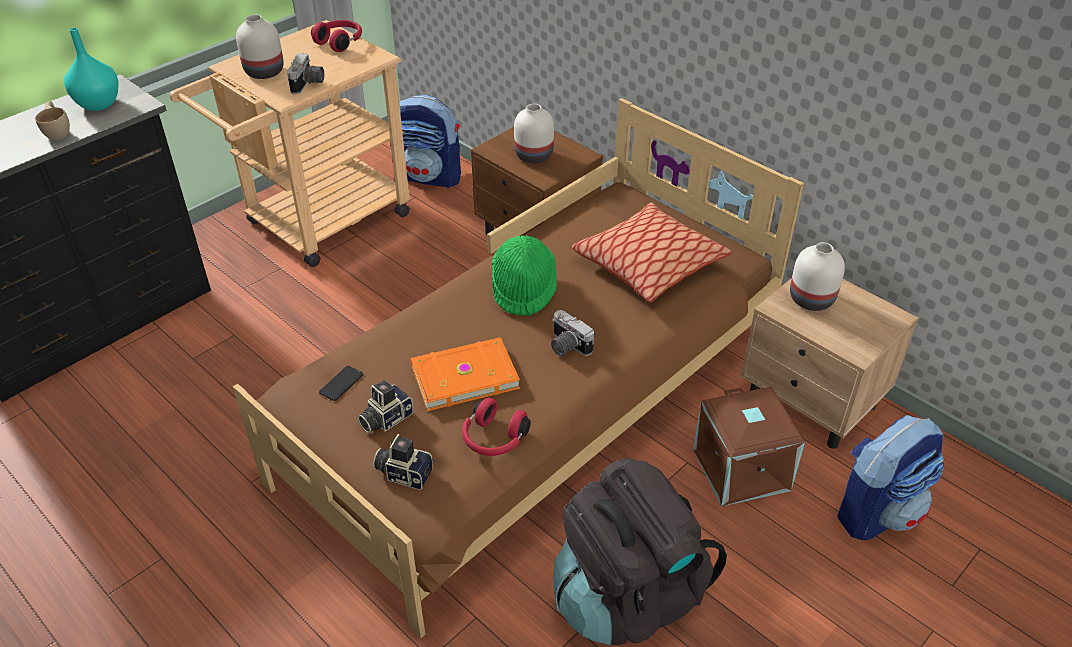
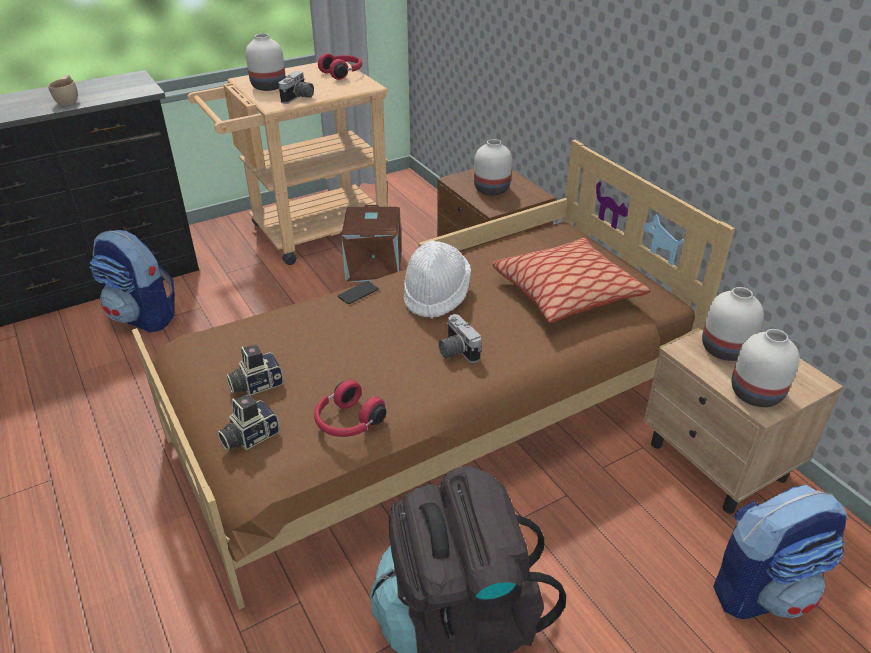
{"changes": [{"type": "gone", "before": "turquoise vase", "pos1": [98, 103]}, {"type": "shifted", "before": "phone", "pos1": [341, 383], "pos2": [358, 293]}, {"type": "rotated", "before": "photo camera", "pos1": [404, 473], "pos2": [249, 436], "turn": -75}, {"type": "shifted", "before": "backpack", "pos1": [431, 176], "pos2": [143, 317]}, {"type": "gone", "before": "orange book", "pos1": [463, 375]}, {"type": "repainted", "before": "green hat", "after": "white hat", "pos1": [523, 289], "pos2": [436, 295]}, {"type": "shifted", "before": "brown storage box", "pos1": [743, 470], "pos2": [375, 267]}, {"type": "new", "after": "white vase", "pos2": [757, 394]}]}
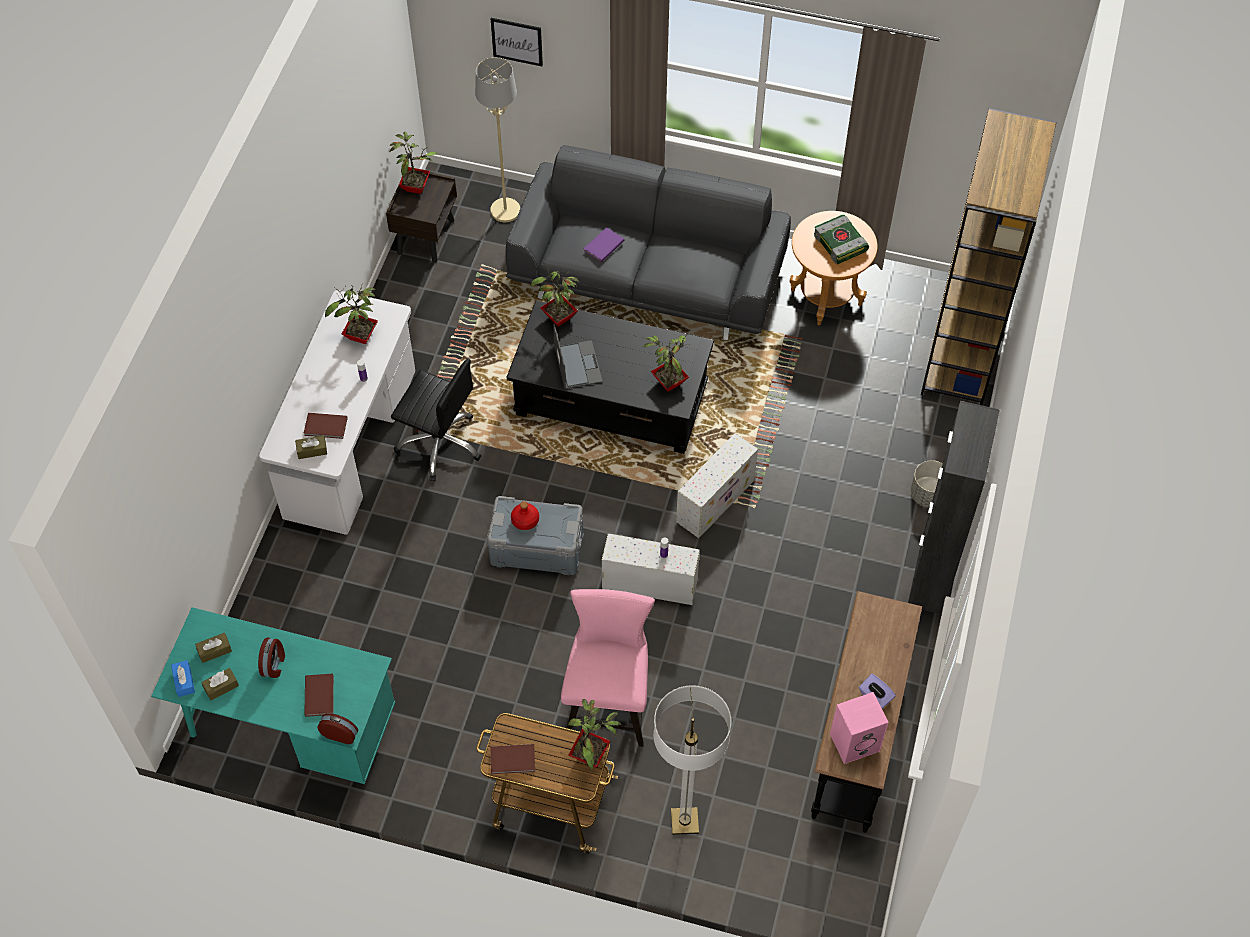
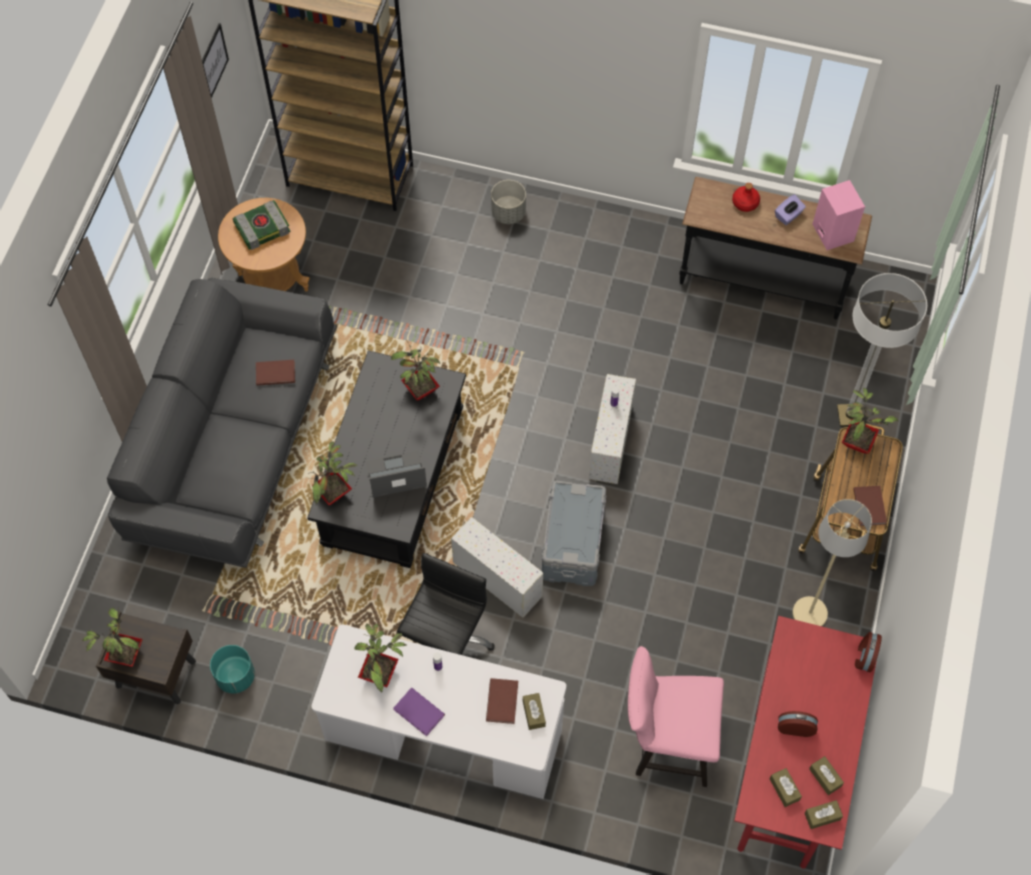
{"changes": [{"type": "repainted", "before": "turquoise desk", "after": "red desk", "pos1": [291, 730], "pos2": [790, 766]}, {"type": "repainted", "before": "blue tissue box", "after": "brown tissue box", "pos1": [184, 681], "pos2": [822, 816]}, {"type": "shifted", "before": "brown book", "pos1": [320, 695], "pos2": [275, 373]}, {"type": "shifted", "before": "beige floor lamp", "pos1": [505, 210], "pos2": [809, 613]}, {"type": "shifted", "before": "picture", "pos1": [517, 41], "pos2": [213, 61]}, {"type": "shifted", "before": "red bottle", "pos1": [525, 520], "pos2": [745, 203]}, {"type": "shifted", "before": "pink chair", "pos1": [608, 704], "pos2": [666, 743]}, {"type": "shifted", "before": "purple book", "pos1": [602, 246], "pos2": [418, 713]}, {"type": "shifted", "before": "white storage box", "pos1": [716, 499], "pos2": [496, 578]}, {"type": "gone", "before": "black cabinet", "pos1": [932, 576]}, {"type": "new", "after": "turquoise planter", "pos2": [235, 677]}]}
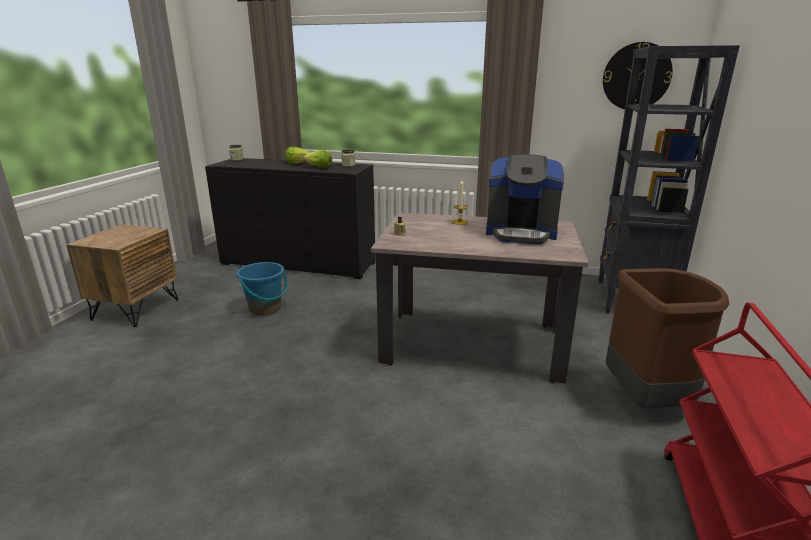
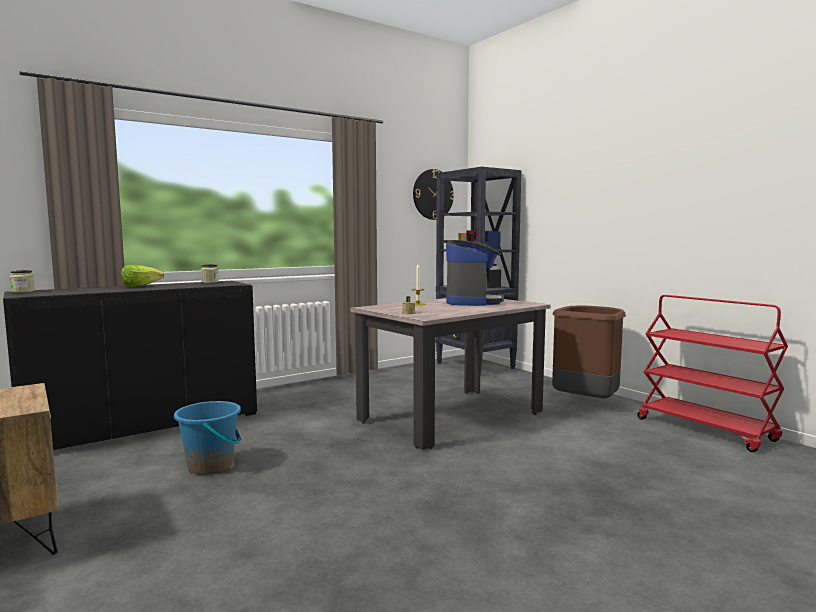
{"changes": [{"type": "gone", "before": "lettuce", "pos1": [318, 167]}, {"type": "rotated", "before": "coffee machine", "pos1": [521, 233], "pos2": [472, 302], "turn": -45}]}
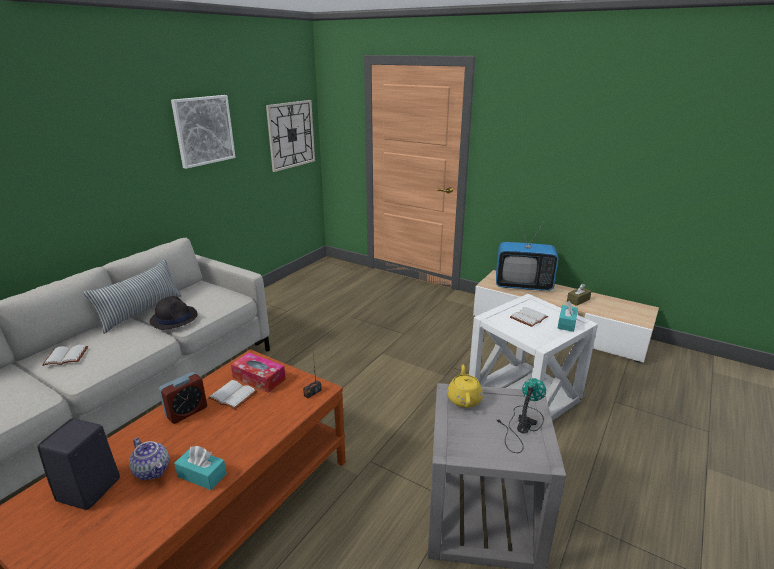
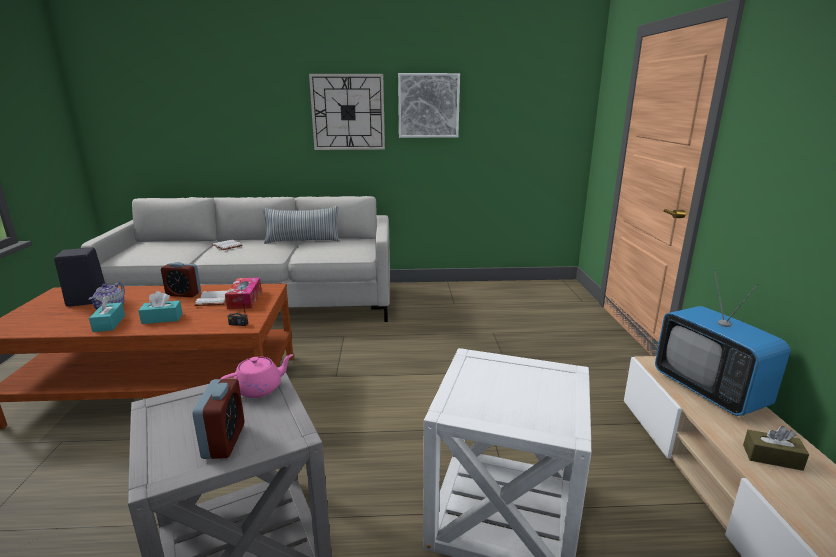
{"changes": [{"type": "gone", "before": "black hat", "pos1": [174, 318]}, {"type": "shifted", "before": "wall clock", "pos1": [291, 135], "pos2": [348, 112]}, {"type": "repainted", "before": "yellow teapot", "after": "pink teapot", "pos1": [464, 399], "pos2": [260, 389]}, {"type": "swapped", "before": "table lamp", "after": "alarm clock", "pos1": [520, 426], "pos2": [224, 441]}, {"type": "gone", "before": "white book", "pos1": [528, 317]}, {"type": "shifted", "before": "turquoise tissue box", "pos1": [566, 323], "pos2": [162, 318]}]}
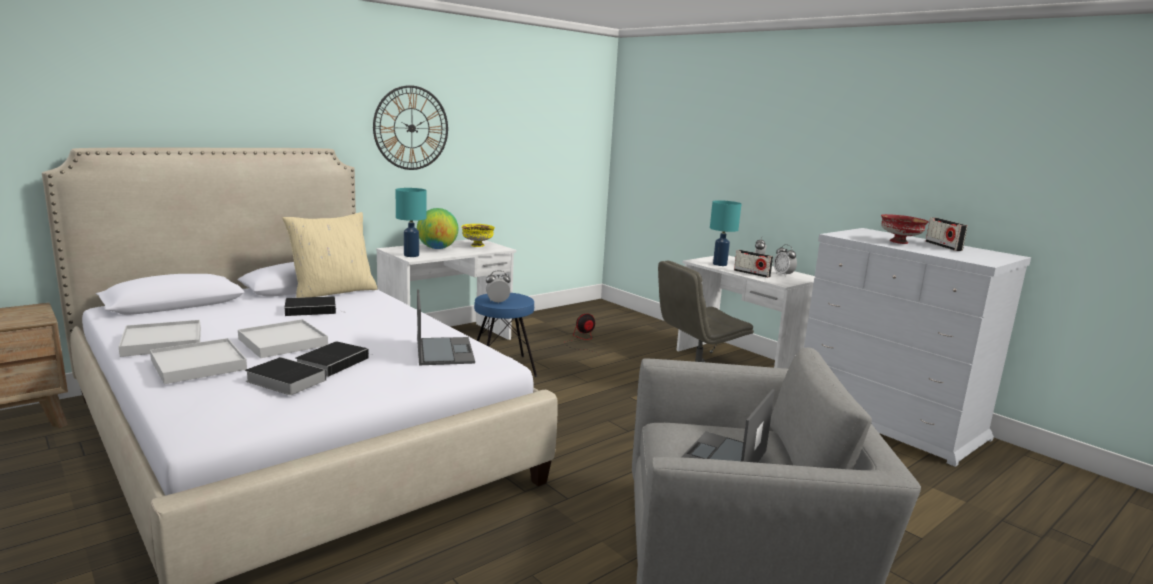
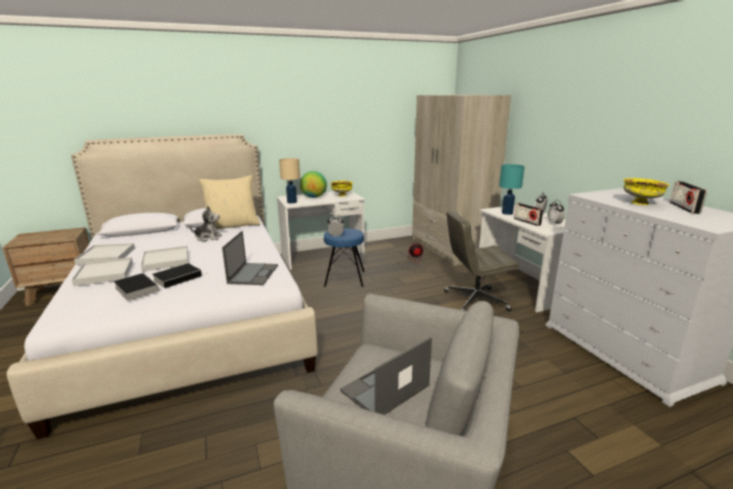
{"changes": [{"type": "swapped", "before": "book", "after": "plush toy", "pos1": [312, 309], "pos2": [208, 238]}, {"type": "gone", "before": "wall clock", "pos1": [411, 128]}, {"type": "repainted", "before": "turquoise table lamp", "after": "beige table lamp", "pos1": [411, 255], "pos2": [292, 202]}, {"type": "repainted", "before": "red bowl", "after": "yellow bowl", "pos1": [900, 242], "pos2": [641, 203]}, {"type": "new", "after": "beige wardrobe", "pos2": [450, 248]}]}
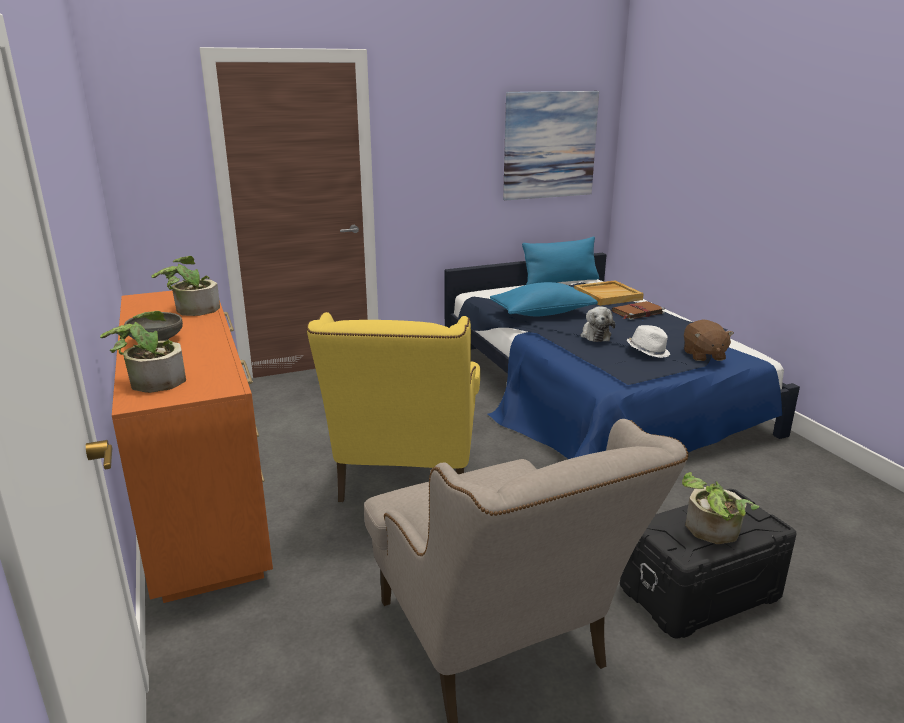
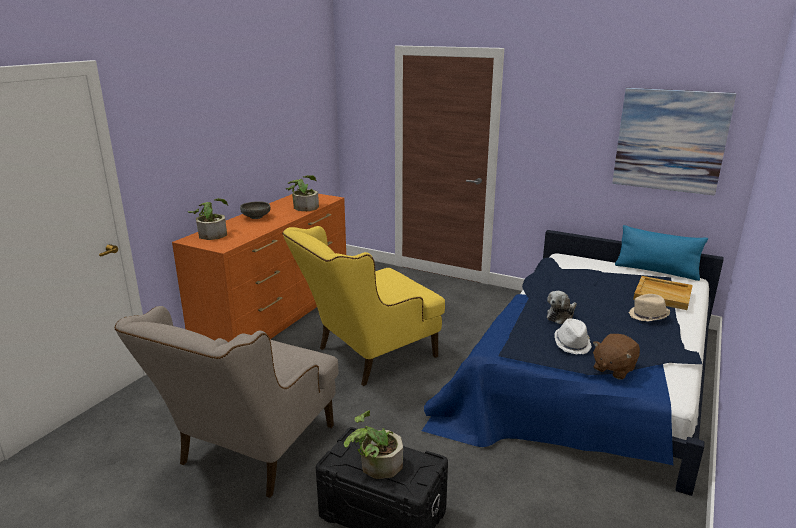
{"changes": [{"type": "gone", "before": "blue pillow", "pos1": [542, 313]}, {"type": "swapped", "before": "brown book", "after": "beige hat", "pos1": [637, 312], "pos2": [648, 316]}]}
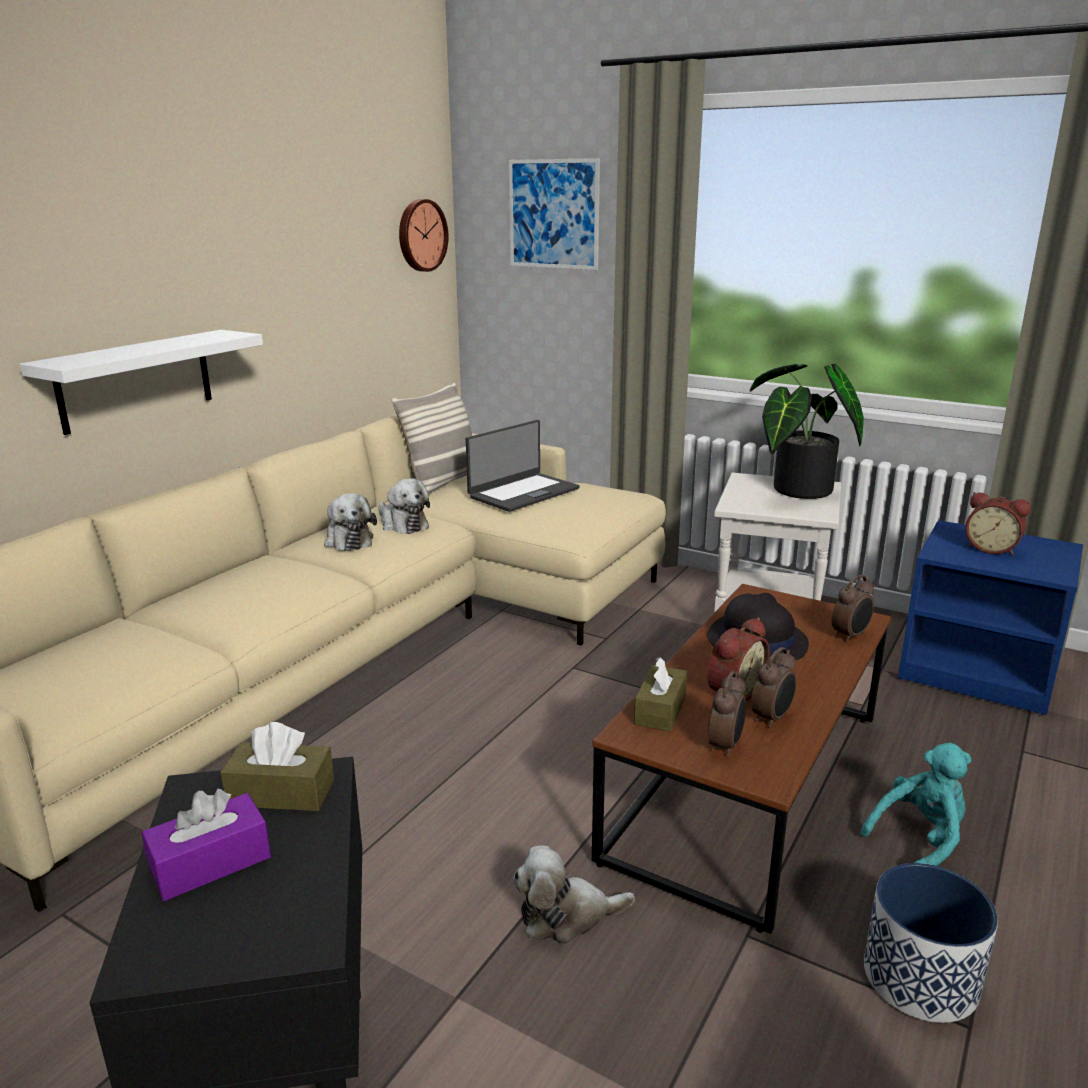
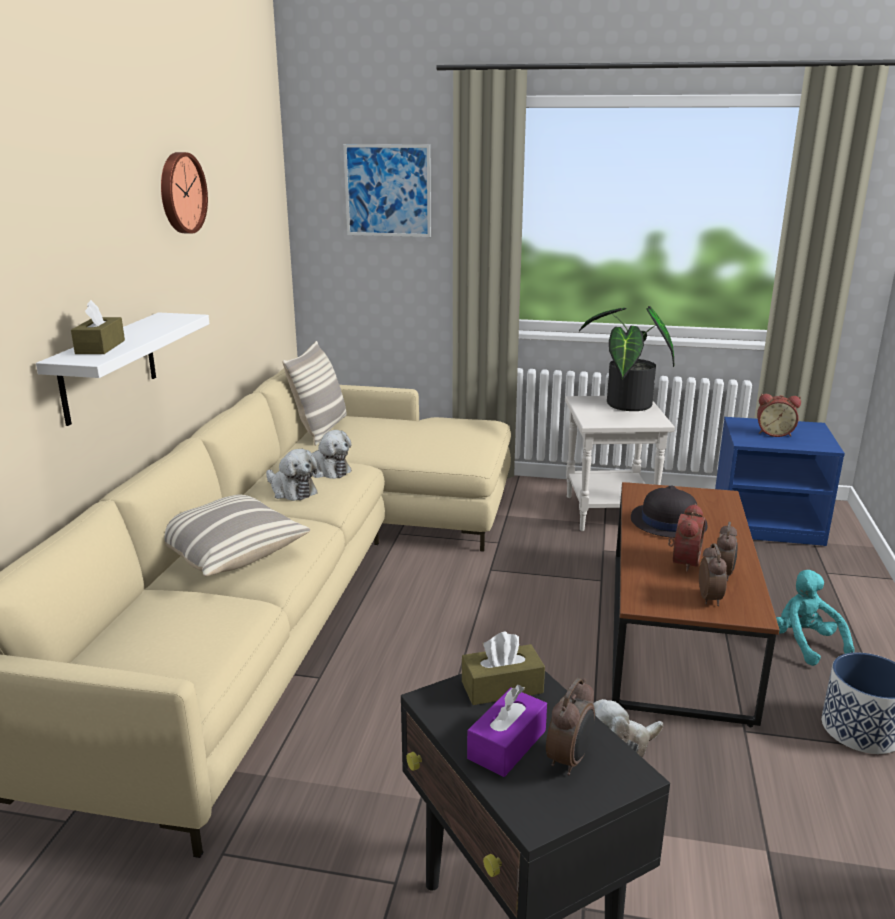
{"changes": [{"type": "shifted", "before": "wall clock", "pos1": [421, 235], "pos2": [180, 193]}, {"type": "gone", "before": "laptop", "pos1": [523, 492]}, {"type": "shifted", "before": "brown tissue box", "pos1": [660, 710], "pos2": [100, 347]}, {"type": "shifted", "before": "alarm clock", "pos1": [850, 636], "pos2": [570, 760]}, {"type": "rotated", "before": "turquoise plush toy", "pos1": [919, 840], "pos2": [805, 644], "turn": -60}, {"type": "new", "after": "pillow", "pos2": [227, 552]}]}
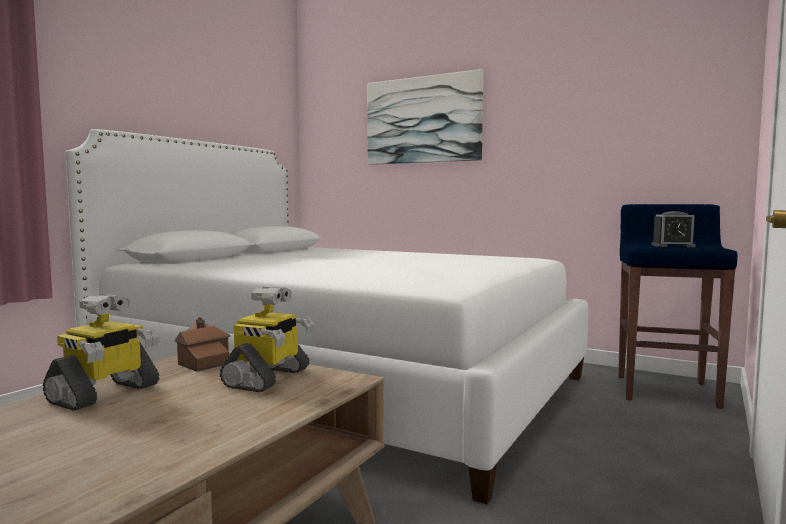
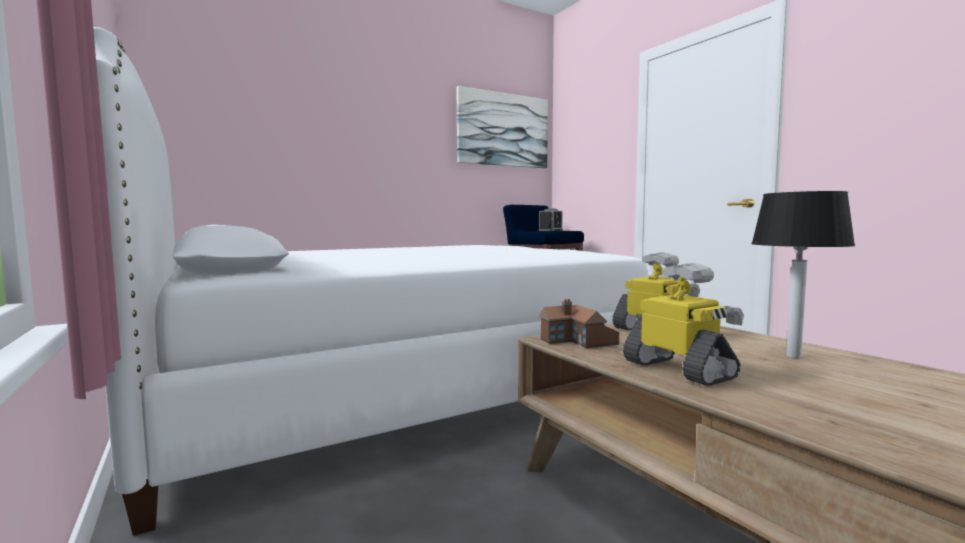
{"changes": [{"type": "shifted", "before": "picture", "pos1": [423, 120], "pos2": [503, 130]}, {"type": "new", "after": "table lamp", "pos2": [792, 356]}]}
